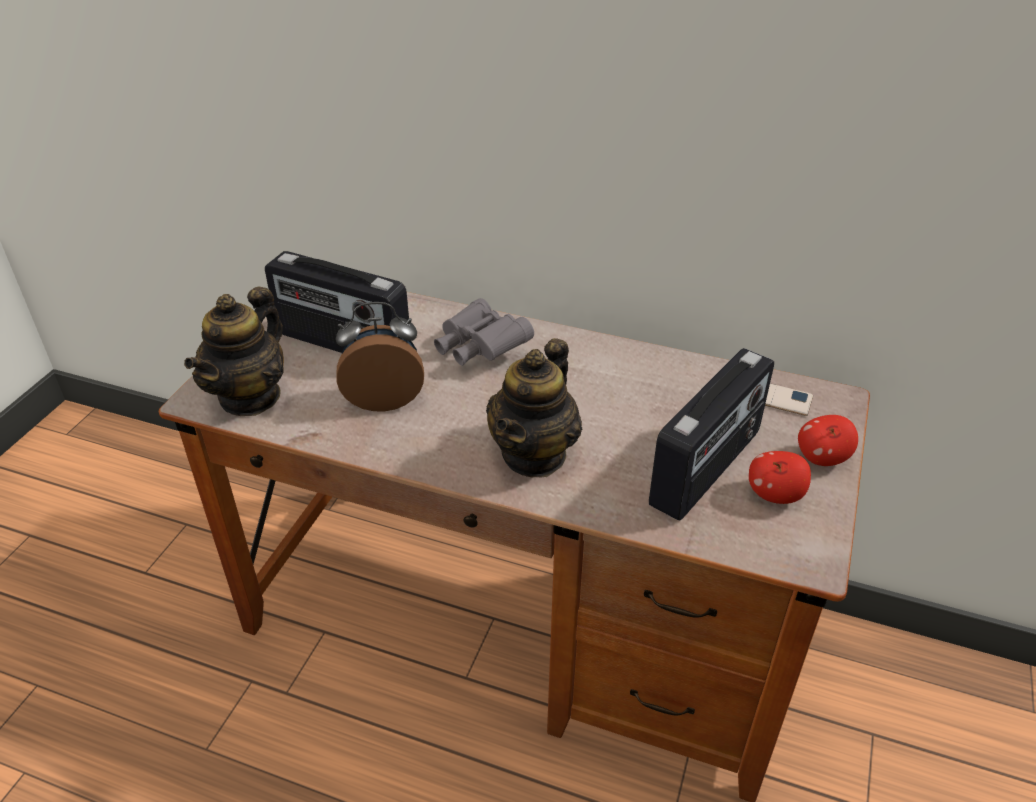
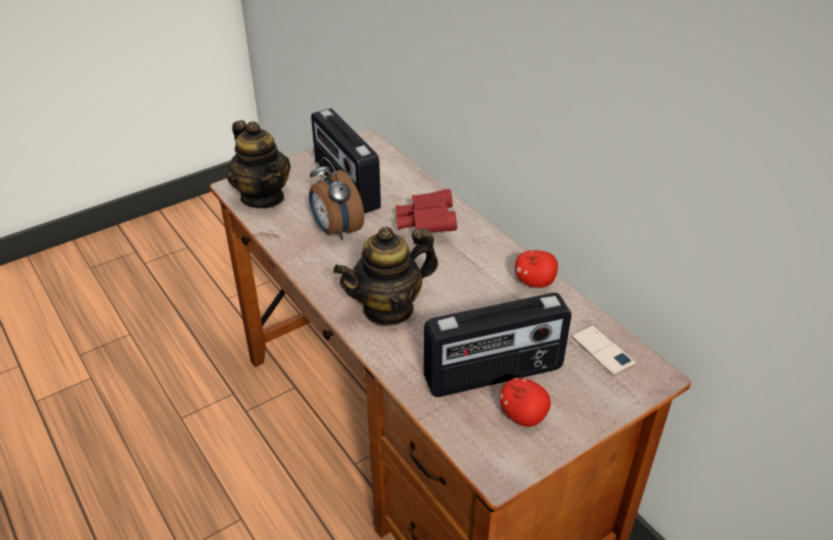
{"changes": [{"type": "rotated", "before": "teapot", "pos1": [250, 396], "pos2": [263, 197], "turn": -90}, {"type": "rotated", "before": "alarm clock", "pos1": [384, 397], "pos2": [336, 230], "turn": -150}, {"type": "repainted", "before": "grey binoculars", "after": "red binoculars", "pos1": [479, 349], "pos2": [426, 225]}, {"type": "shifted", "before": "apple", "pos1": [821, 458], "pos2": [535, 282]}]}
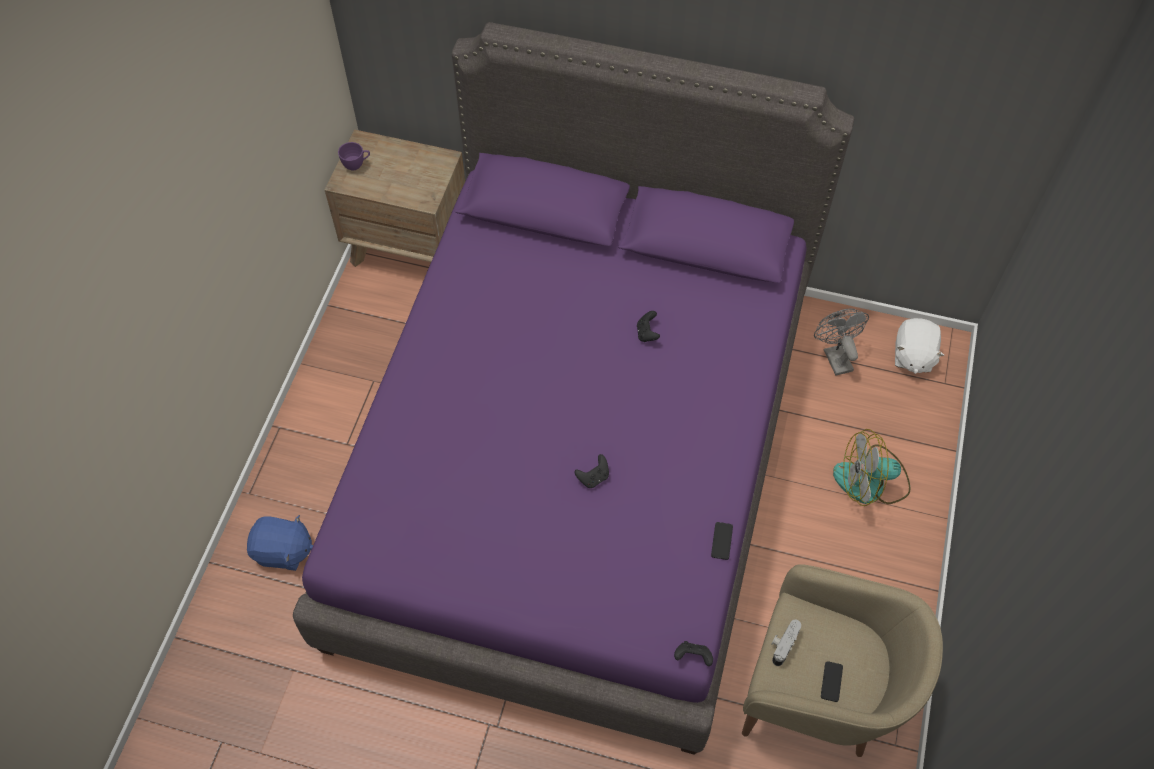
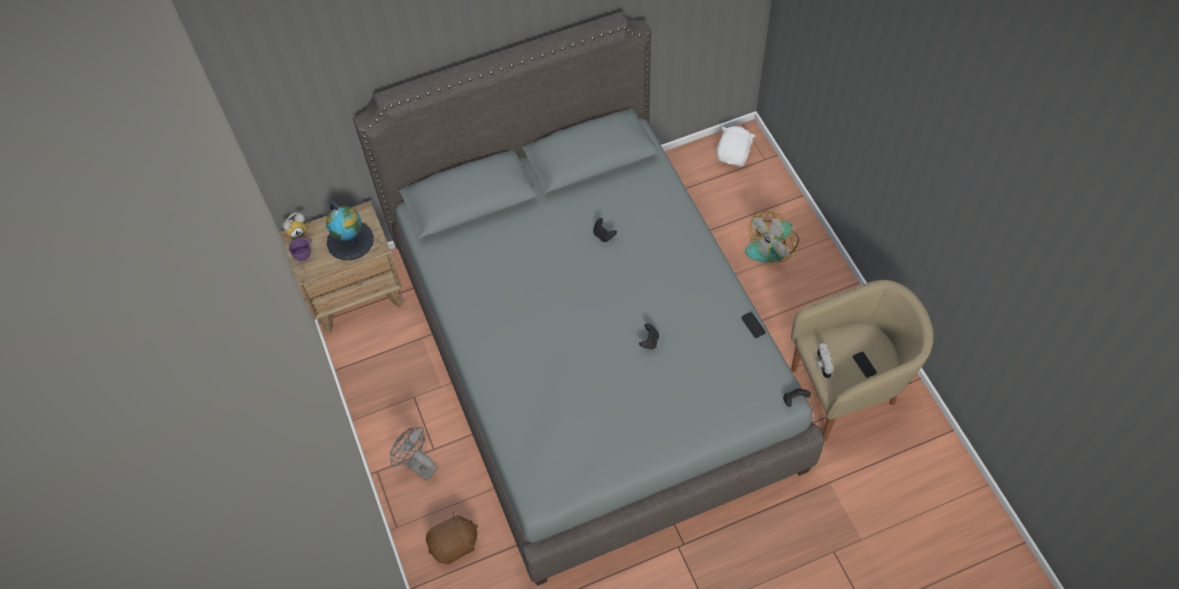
{"changes": [{"type": "repainted", "before": "blue plush toy", "after": "brown plush toy", "pos1": [283, 551], "pos2": [454, 545]}, {"type": "repainted", "before": "purple bed", "after": "grey bed", "pos1": [576, 462], "pos2": [591, 355]}, {"type": "shifted", "before": "grey fan", "pos1": [835, 356], "pos2": [417, 465]}, {"type": "rotated", "before": "white plush toy", "pos1": [912, 356], "pos2": [733, 155], "turn": -135}, {"type": "new", "after": "alarm clock", "pos2": [297, 232]}, {"type": "new", "after": "globe", "pos2": [350, 240]}]}
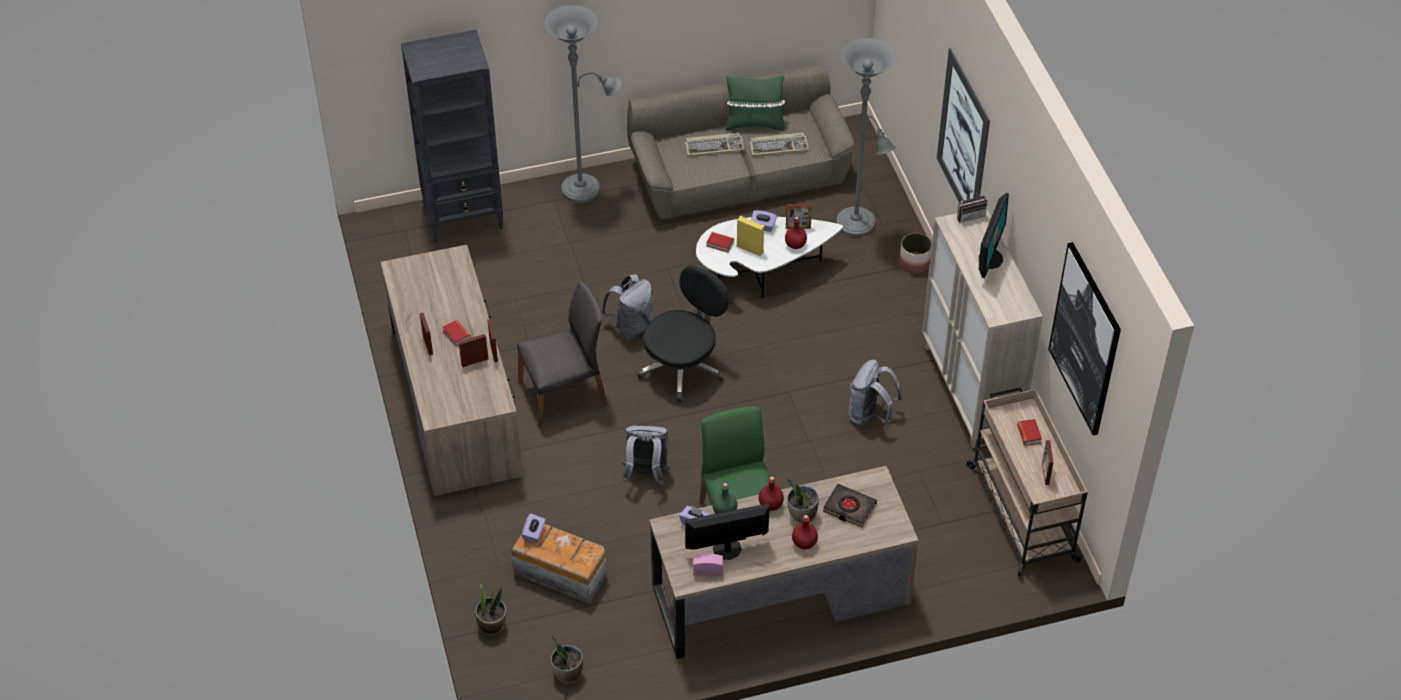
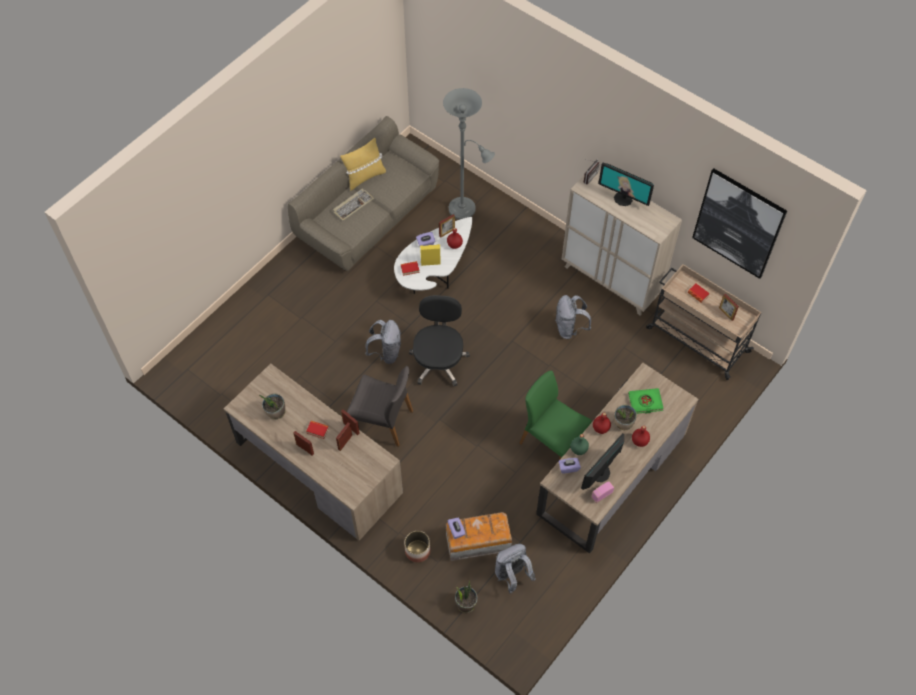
{"changes": [{"type": "gone", "before": "black bookcase", "pos1": [464, 216]}, {"type": "rotated", "before": "grey chair", "pos1": [564, 393], "pos2": [382, 421], "turn": 75}, {"type": "gone", "before": "grey floor lamp", "pos1": [585, 188]}, {"type": "shifted", "before": "potted plant", "pos1": [568, 674], "pos2": [276, 412]}, {"type": "shifted", "before": "grey backpack", "pos1": [646, 474], "pos2": [512, 575]}, {"type": "repainted", "before": "green pillow", "after": "yellow pillow", "pos1": [754, 124], "pos2": [364, 177]}, {"type": "gone", "before": "keyboard", "pos1": [779, 146]}, {"type": "repainted", "before": "black book", "after": "green book", "pos1": [849, 508], "pos2": [645, 402]}, {"type": "shifted", "before": "planter", "pos1": [915, 263], "pos2": [418, 551]}, {"type": "gone", "before": "picture", "pos1": [963, 140]}, {"type": "rotated", "before": "monitor", "pos1": [990, 258], "pos2": [623, 198], "turn": 135}]}
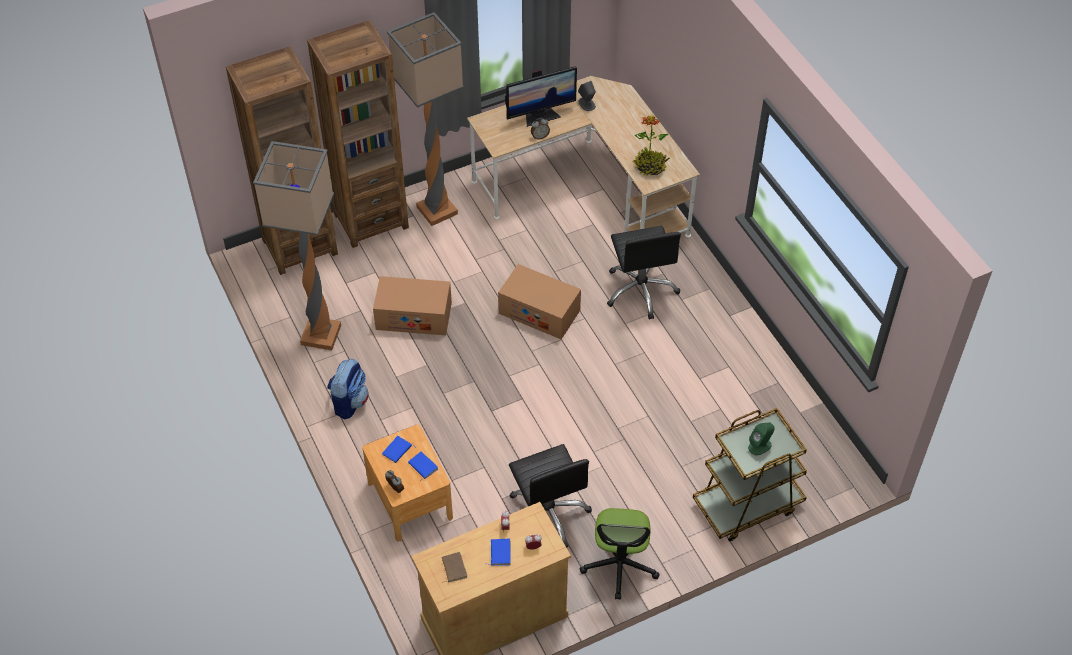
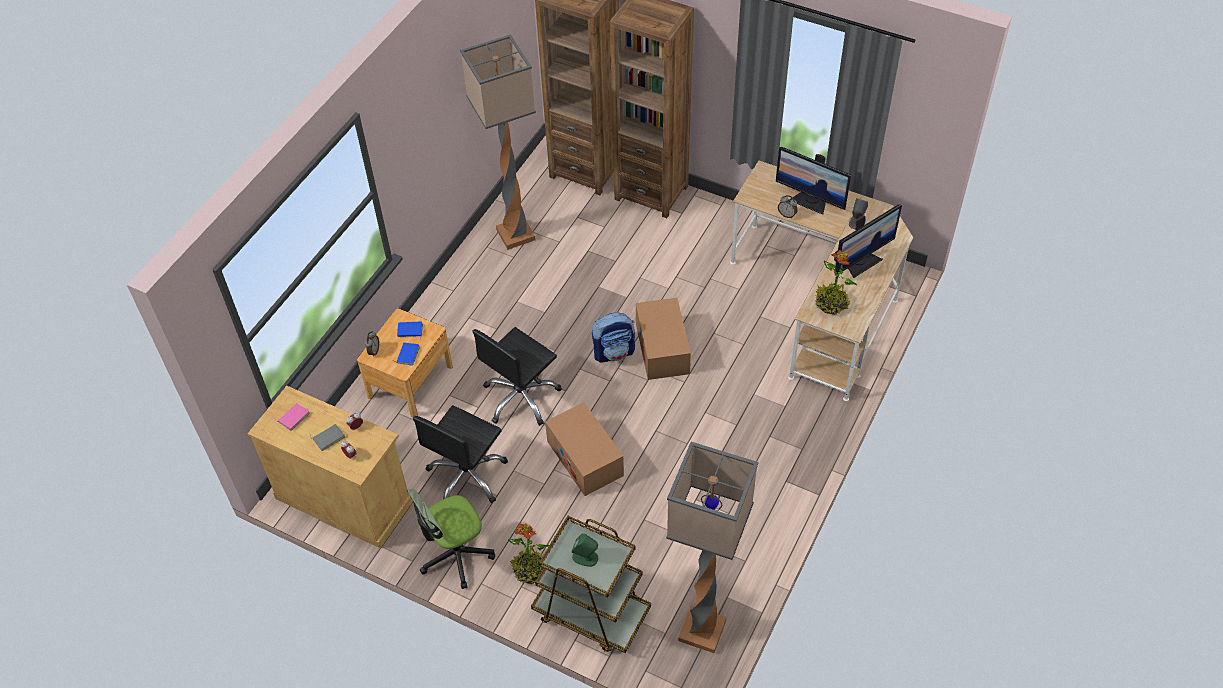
{"changes": [{"type": "shifted", "before": "backpack", "pos1": [349, 402], "pos2": [614, 352]}, {"type": "shifted", "before": "cardboard box", "pos1": [413, 316], "pos2": [585, 458]}, {"type": "shifted", "before": "floor lamp", "pos1": [437, 209], "pos2": [703, 630]}, {"type": "repainted", "before": "brown book", "after": "pink book", "pos1": [453, 568], "pos2": [293, 417]}, {"type": "repainted", "before": "blue book", "after": "grey book", "pos1": [499, 553], "pos2": [328, 437]}, {"type": "shifted", "before": "black office chair", "pos1": [641, 290], "pos2": [521, 397]}, {"type": "new", "after": "potted plant", "pos2": [530, 570]}, {"type": "new", "after": "monitor", "pos2": [861, 262]}]}
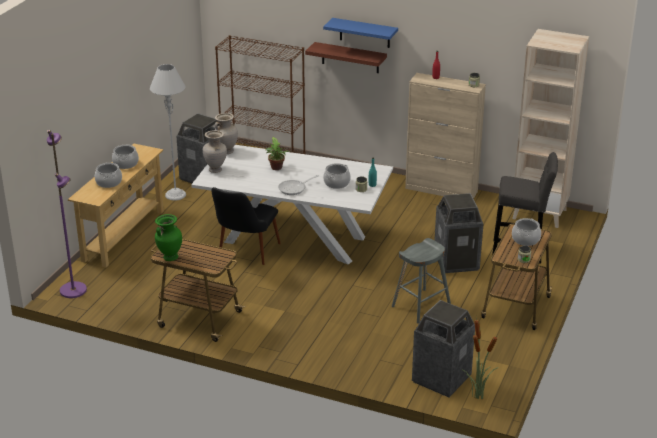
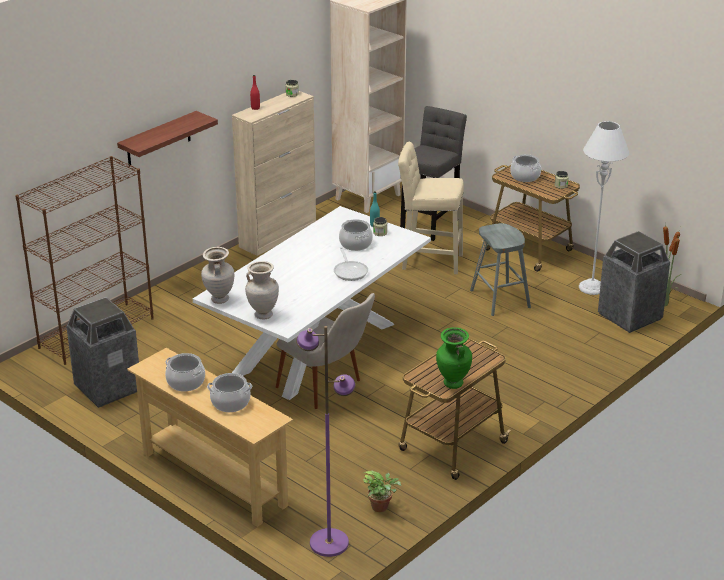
{"changes": [{"type": "shifted", "before": "grey floor lamp", "pos1": [175, 195], "pos2": [592, 288]}, {"type": "repainted", "before": "black chair", "after": "beige chair", "pos1": [245, 254], "pos2": [328, 389]}, {"type": "shifted", "before": "potted plant", "pos1": [277, 168], "pos2": [382, 507]}, {"type": "gone", "before": "blue shelf", "pos1": [364, 33]}, {"type": "swapped", "before": "trash can", "after": "beige stool", "pos1": [456, 261], "pos2": [428, 261]}]}
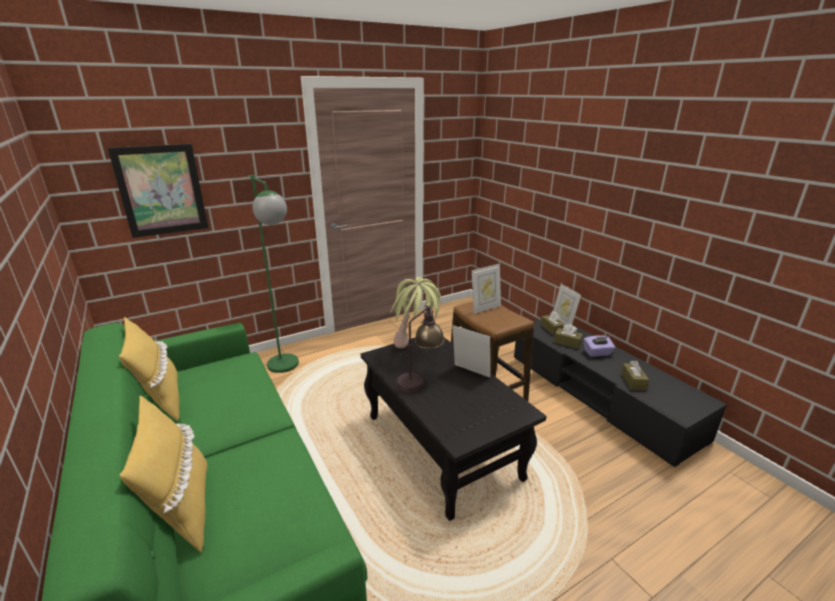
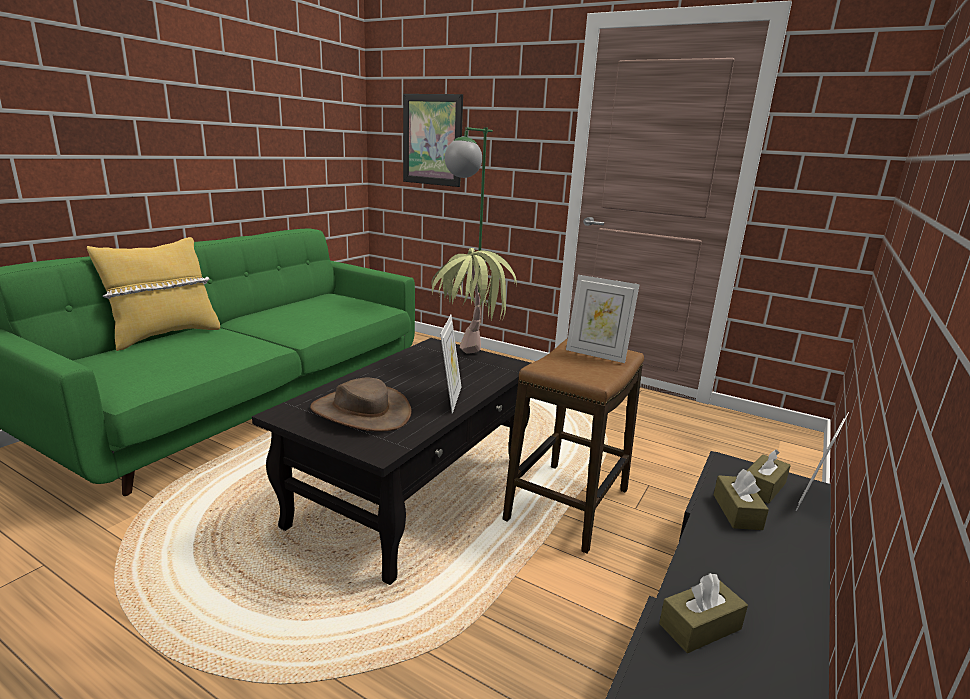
{"changes": [{"type": "gone", "before": "yellow pillow", "pos1": [161, 401]}, {"type": "gone", "before": "table lamp", "pos1": [419, 380]}, {"type": "gone", "before": "purple tissue box", "pos1": [597, 353]}, {"type": "new", "after": "brown hat", "pos2": [361, 412]}]}
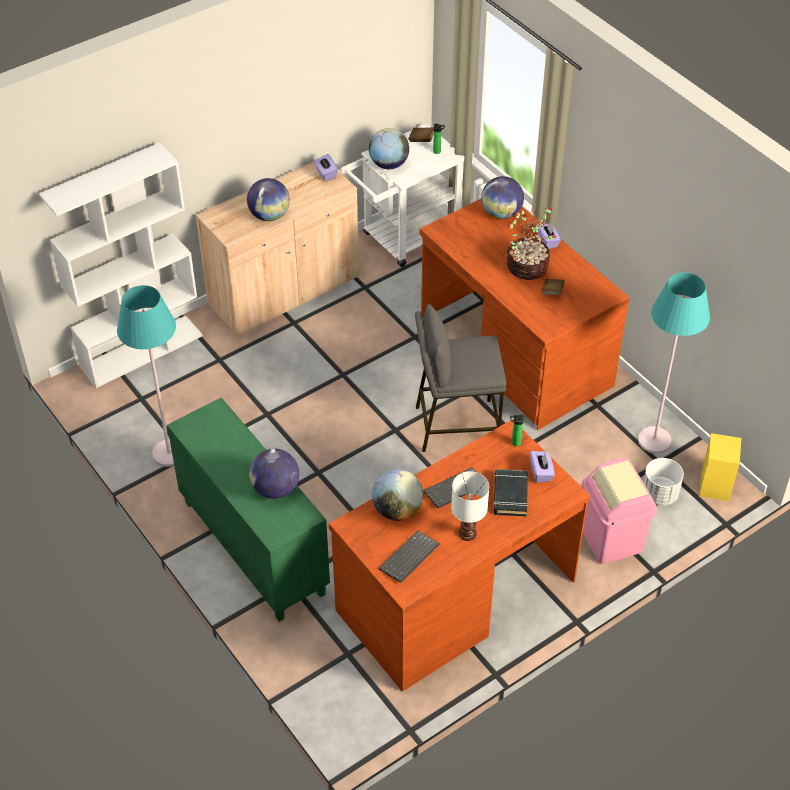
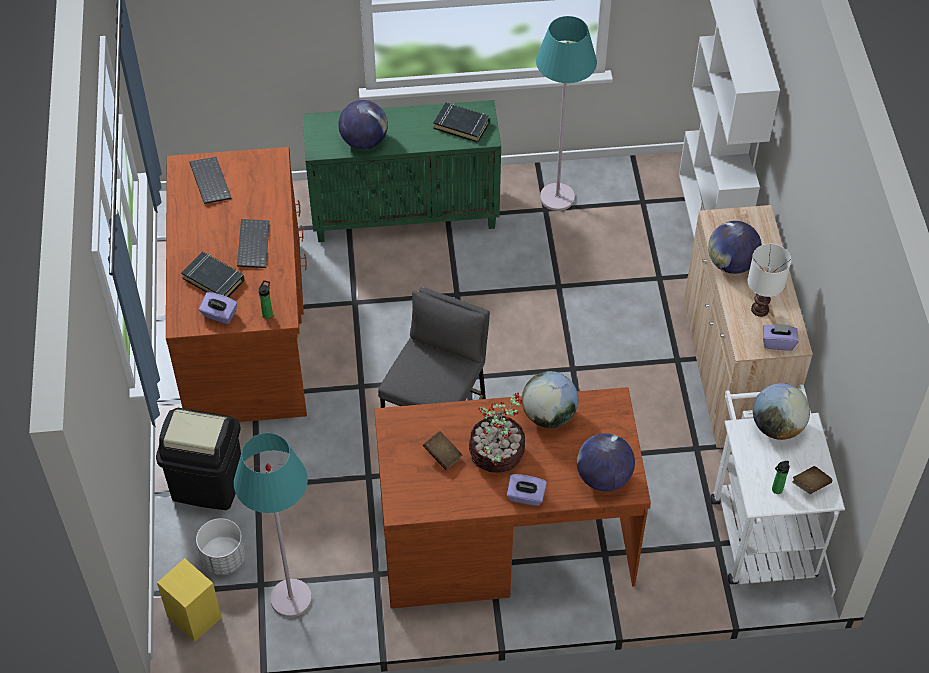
{"changes": [{"type": "shifted", "before": "globe", "pos1": [397, 510], "pos2": [549, 415]}, {"type": "shifted", "before": "white table lamp", "pos1": [467, 534], "pos2": [760, 309]}, {"type": "repainted", "before": "pink trash can", "after": "black trash can", "pos1": [611, 538], "pos2": [207, 484]}, {"type": "new", "after": "black book", "pos2": [462, 125]}]}
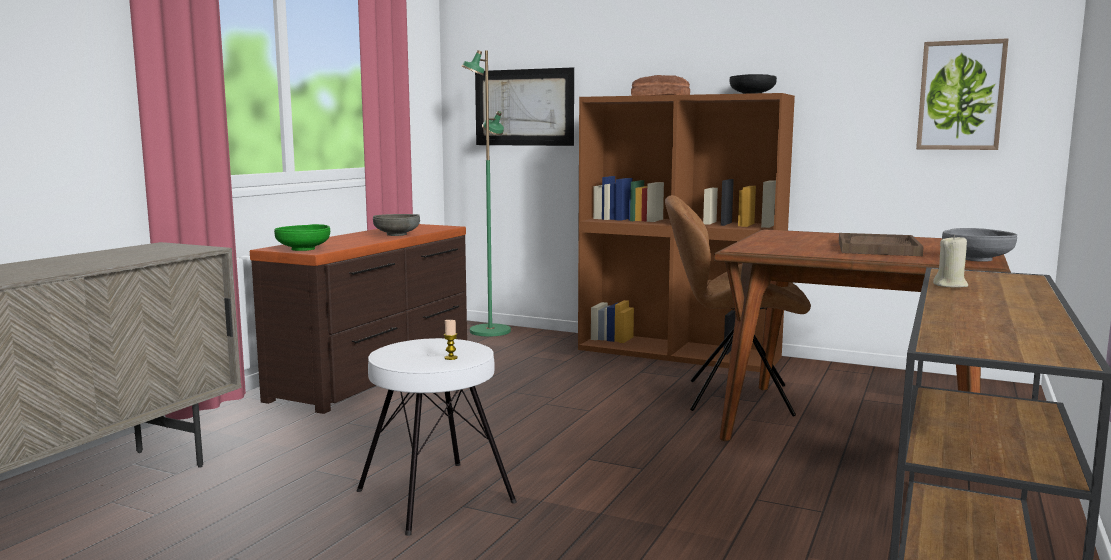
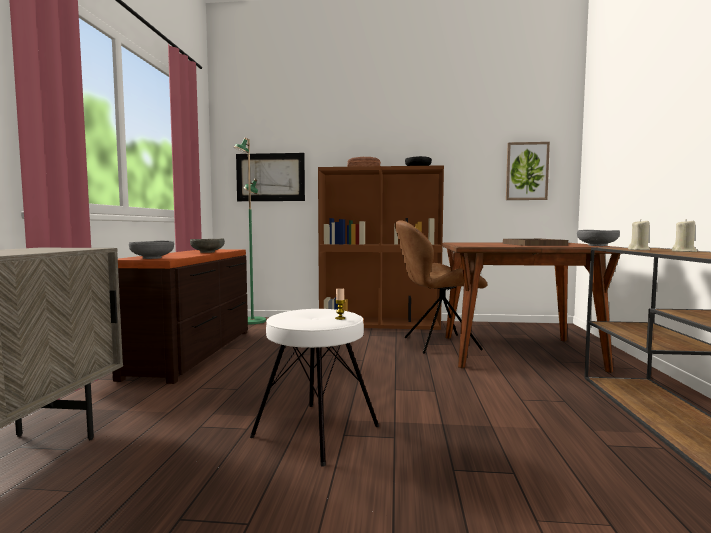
{"changes": [{"type": "repainted", "before": "green bowl", "after": "grey bowl", "pos1": [303, 249], "pos2": [152, 258]}, {"type": "new", "after": "beige candle", "pos2": [684, 251]}]}
